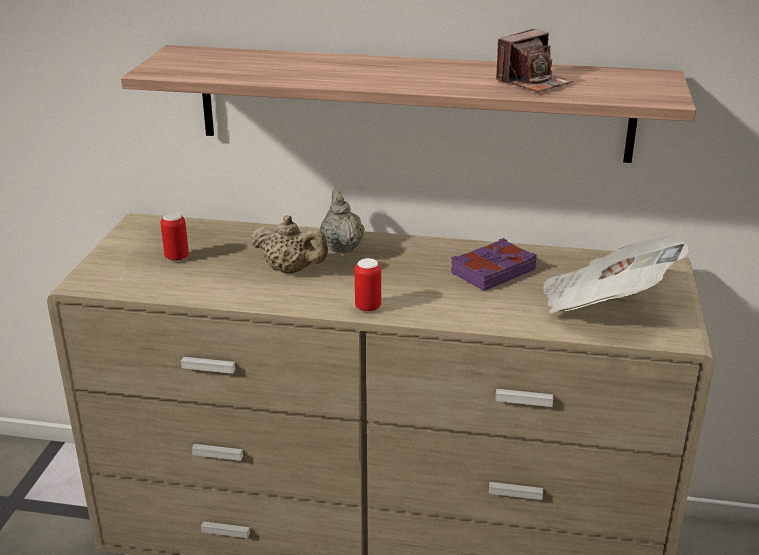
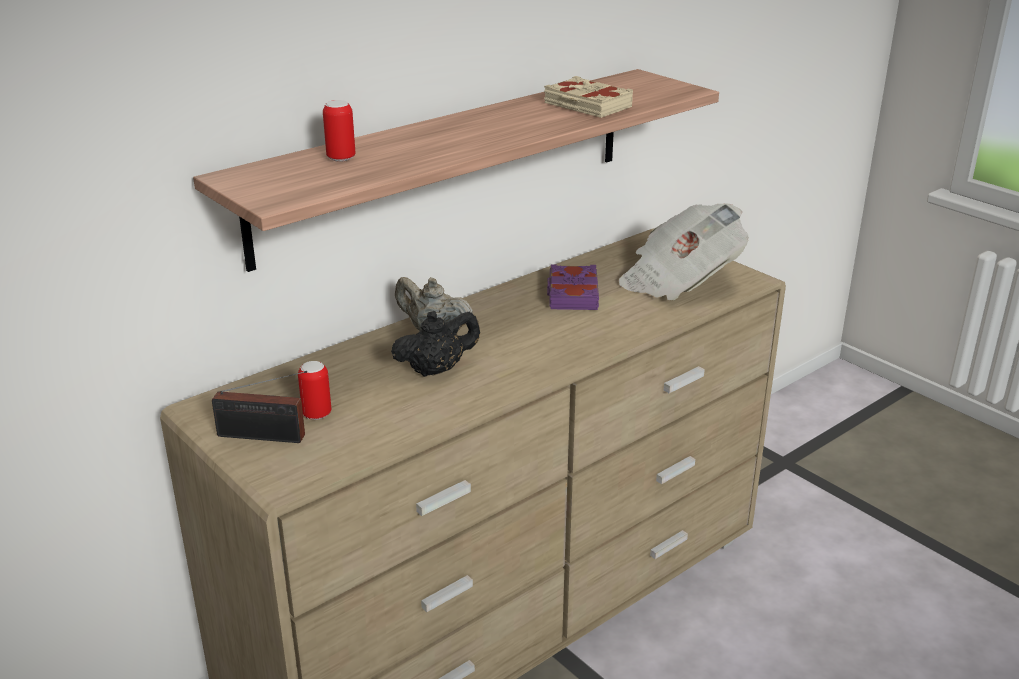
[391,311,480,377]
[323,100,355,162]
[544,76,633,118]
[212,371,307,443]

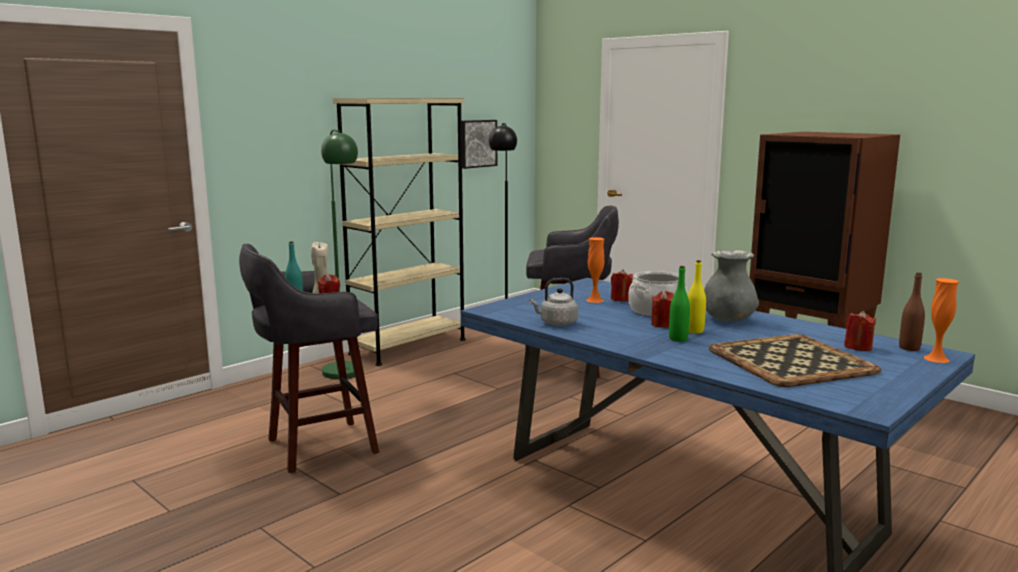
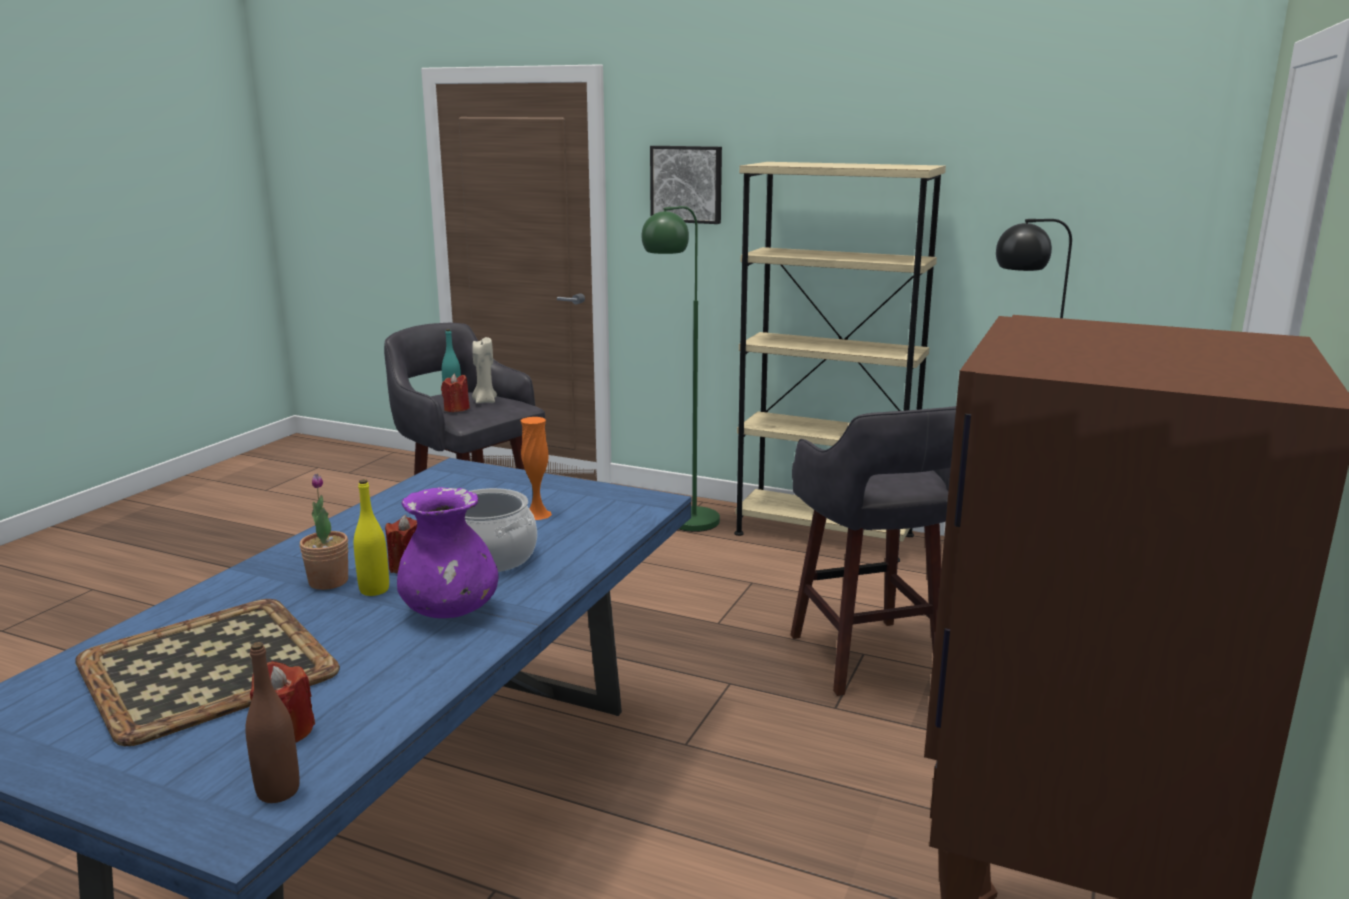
[650,146,722,224]
[530,278,578,326] (first image)
[611,269,633,302] (first image)
[300,474,348,590]
[397,487,499,618]
[924,278,959,363] (first image)

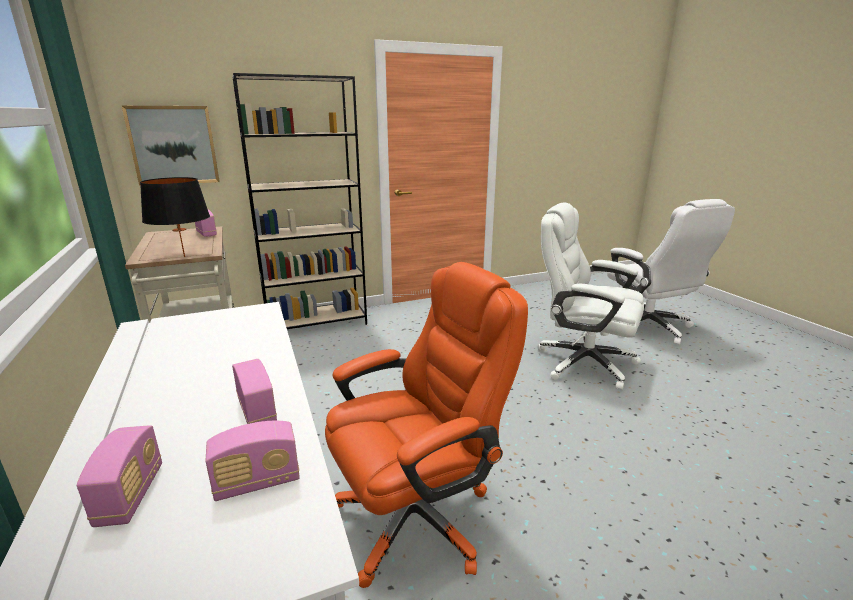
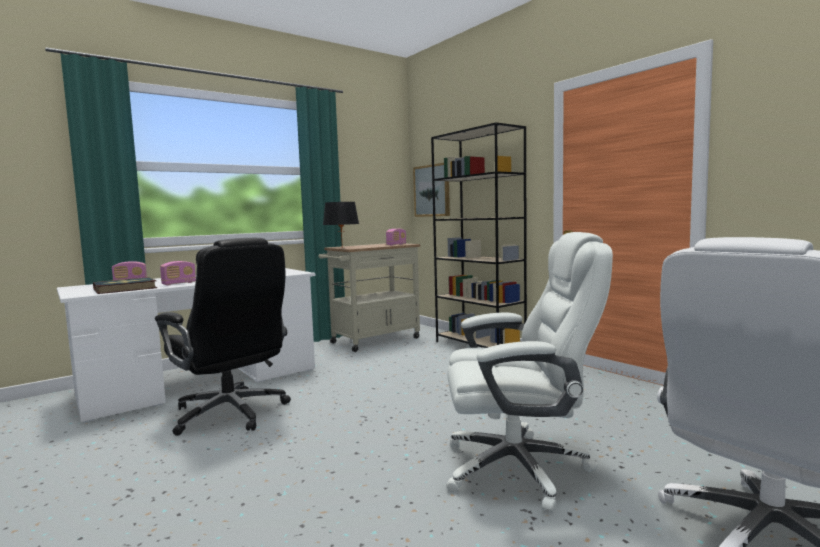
[93,277,157,294]
[155,238,291,436]
[446,232,613,513]

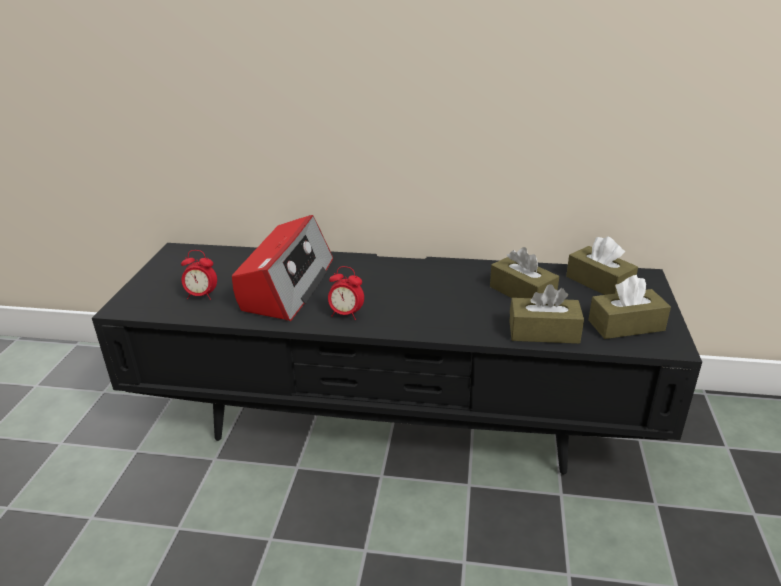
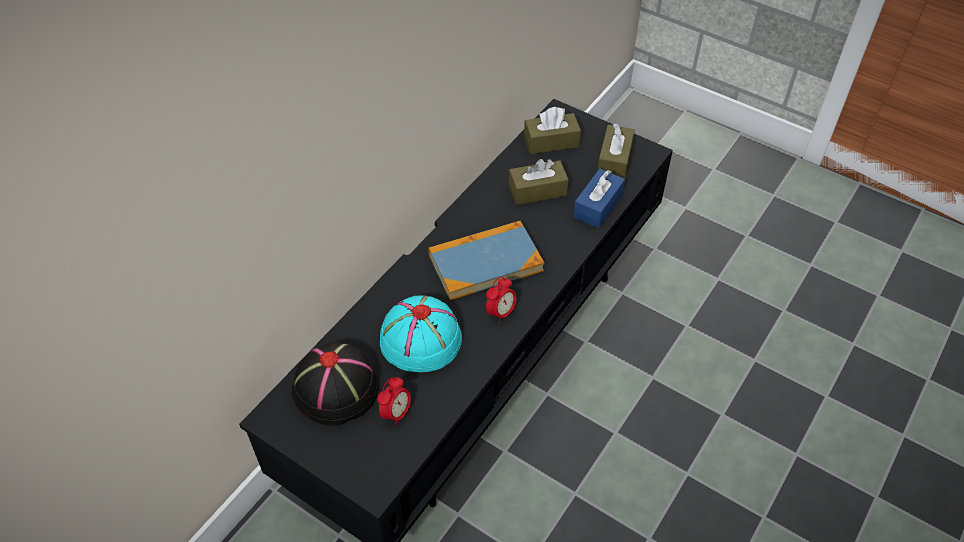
[380,295,462,372]
[573,169,625,228]
[291,342,379,426]
[428,221,544,300]

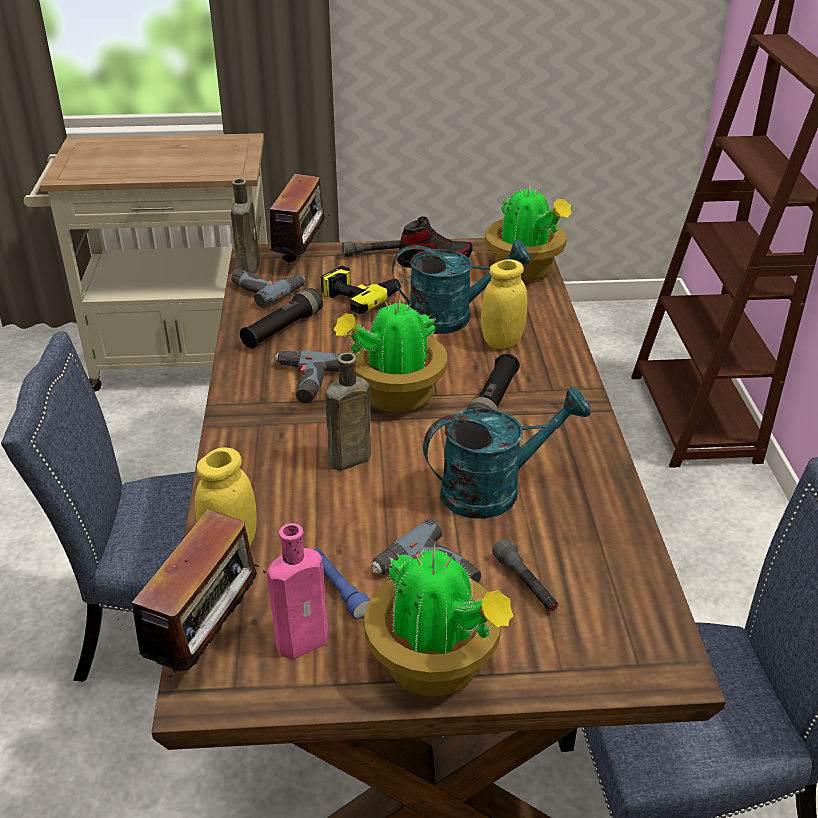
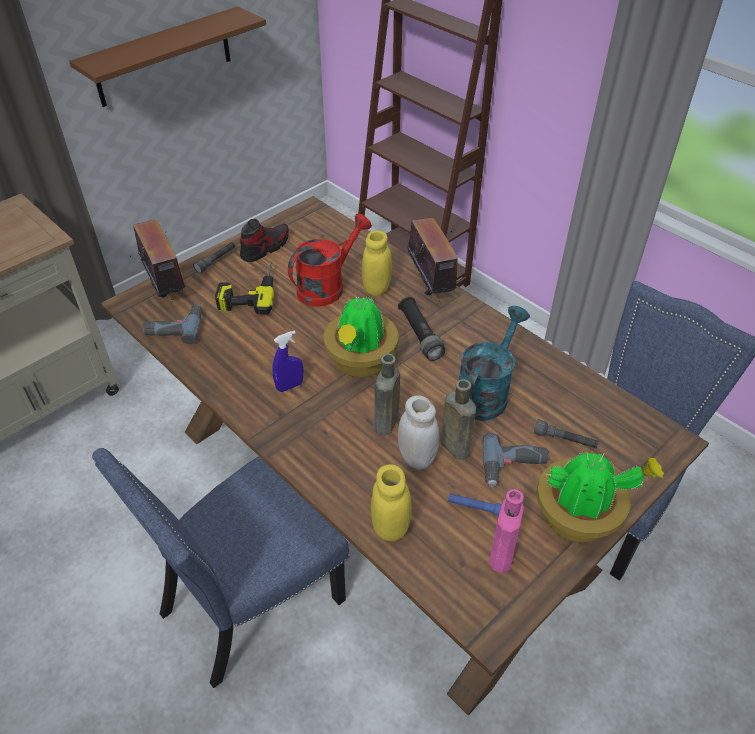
[404,218,458,301]
[441,379,476,460]
[240,288,323,349] (first image)
[272,330,303,392]
[288,214,372,306]
[485,181,572,281] (first image)
[69,6,266,107]
[398,395,440,469]

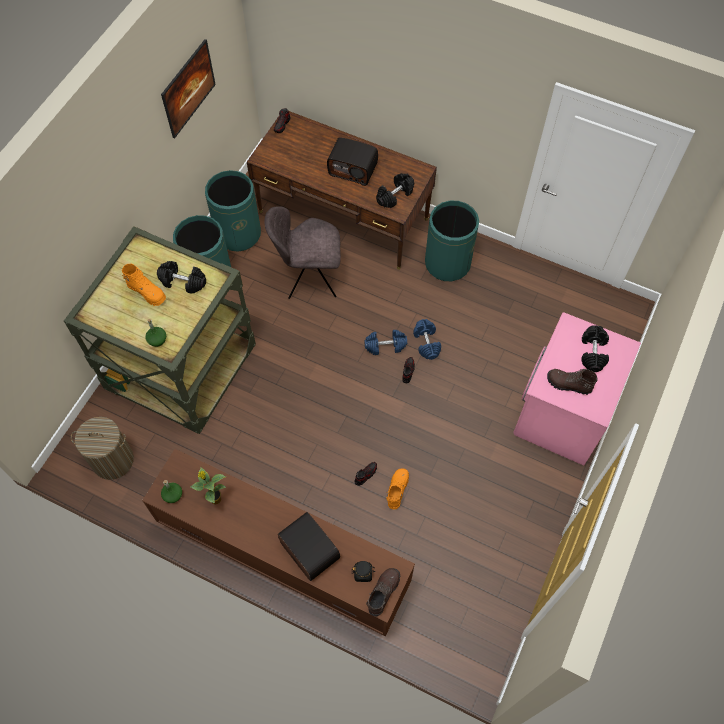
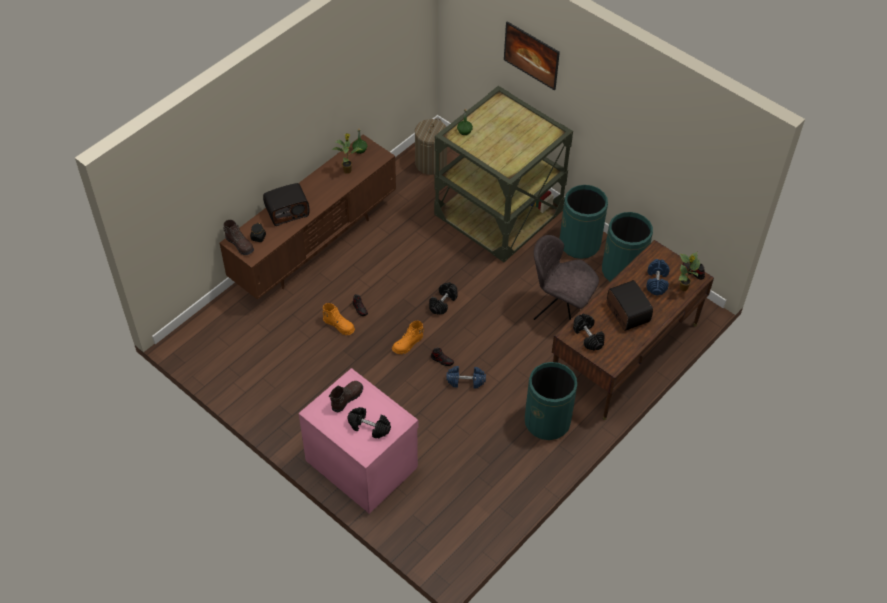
[392,321,424,354]
[429,282,458,315]
[504,21,560,90]
[533,235,599,320]
[607,280,653,331]
[646,259,670,295]
[679,252,700,291]

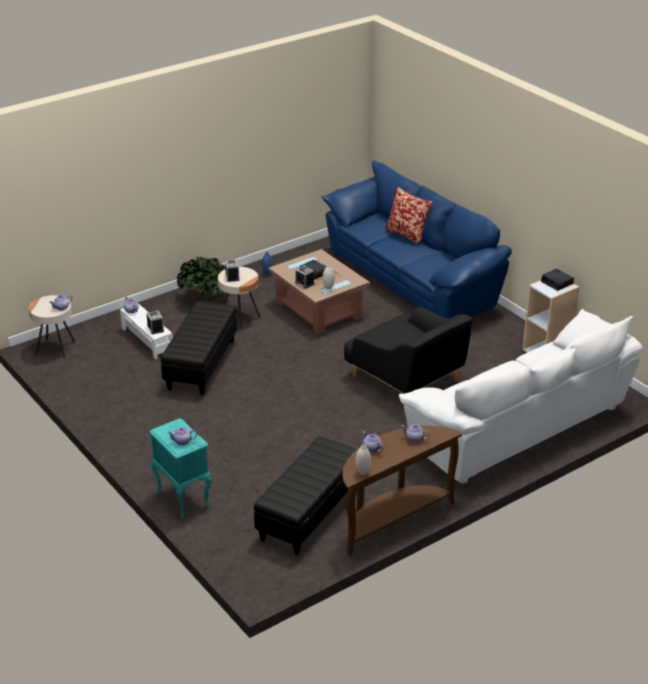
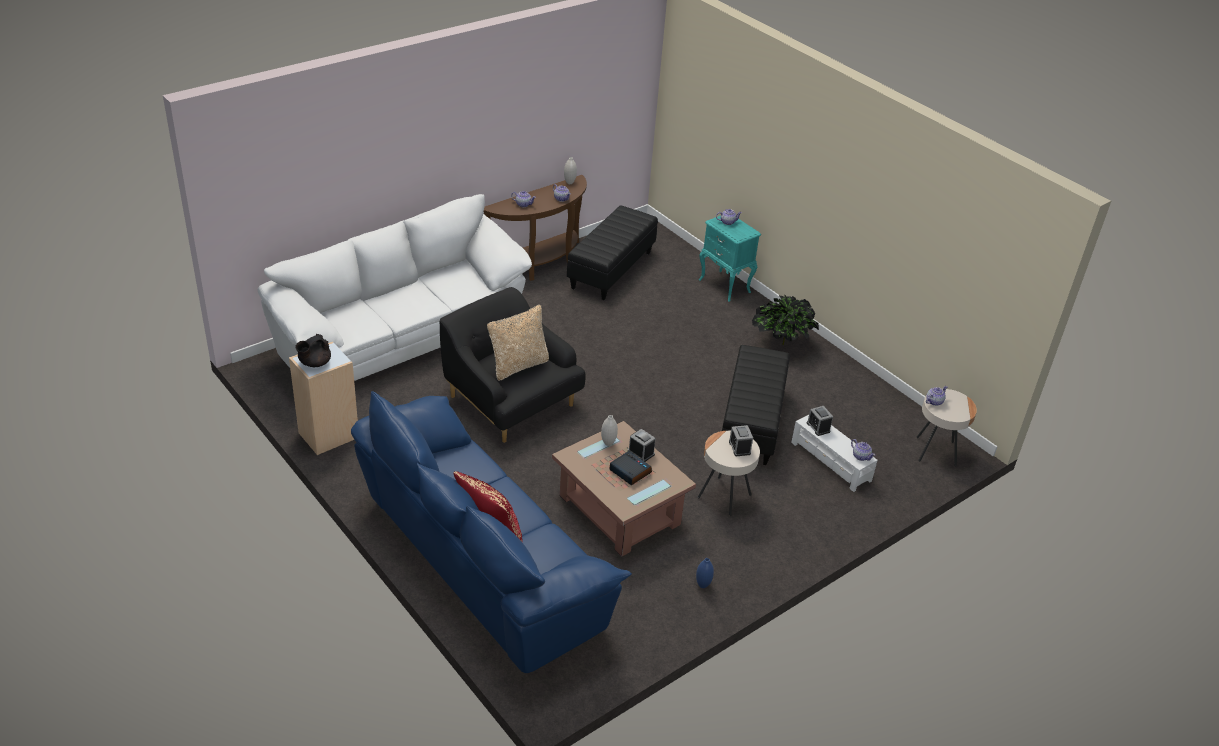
[752,295,819,345]
[295,334,331,367]
[487,304,549,380]

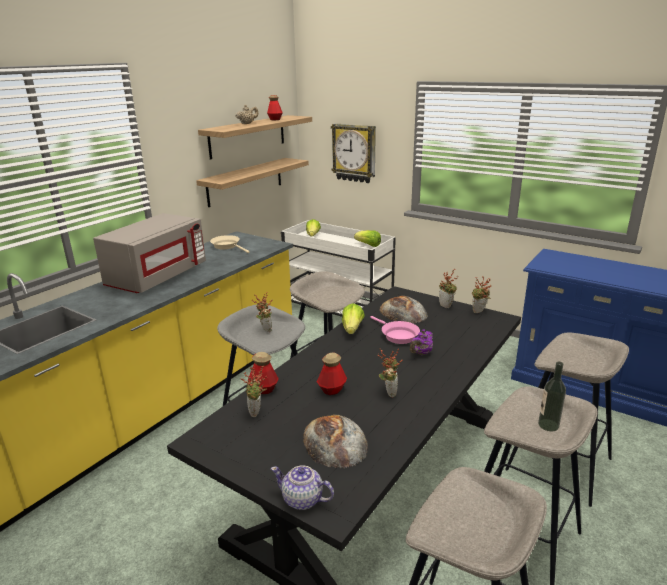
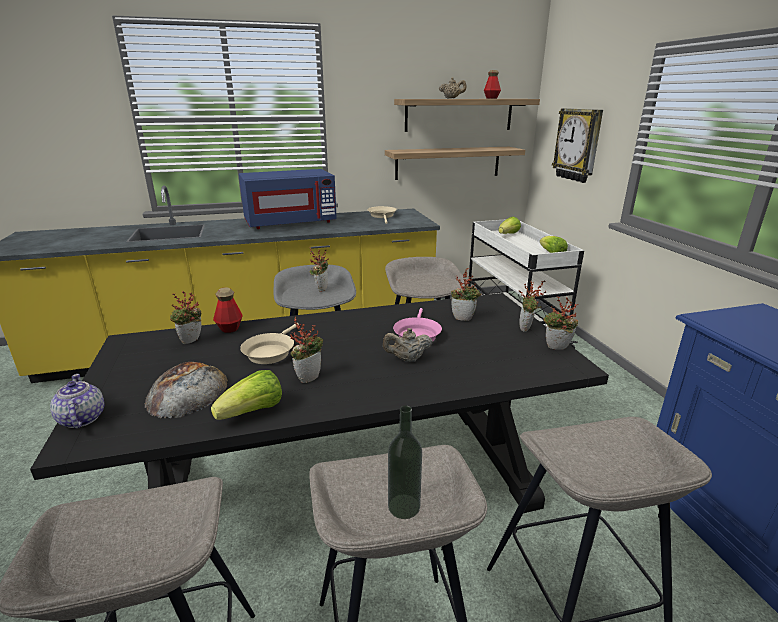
[239,169,337,229]
[240,323,299,364]
[211,370,282,420]
[451,268,481,321]
[383,328,433,362]

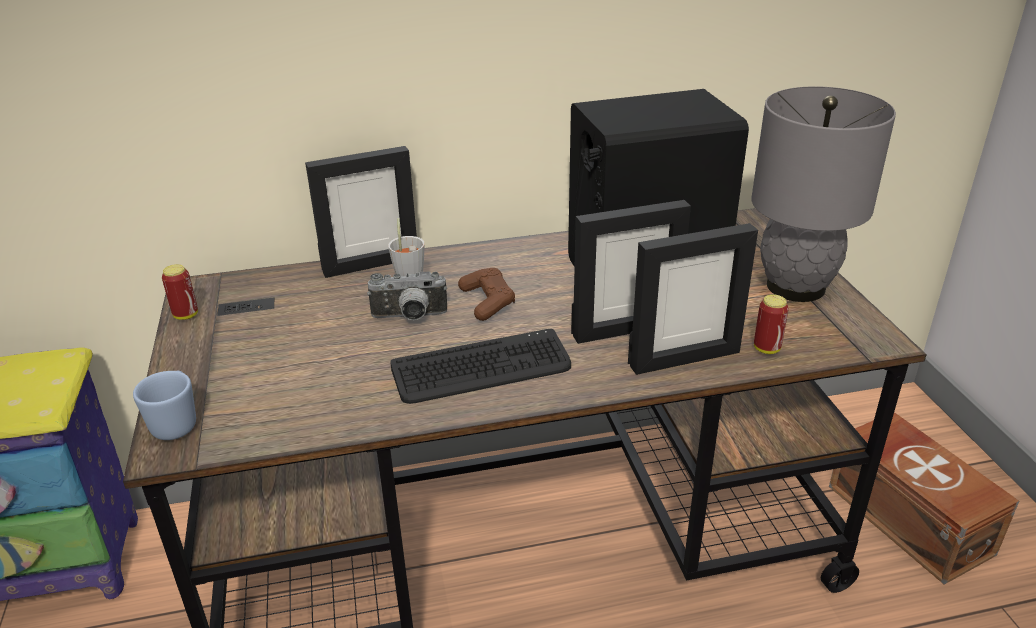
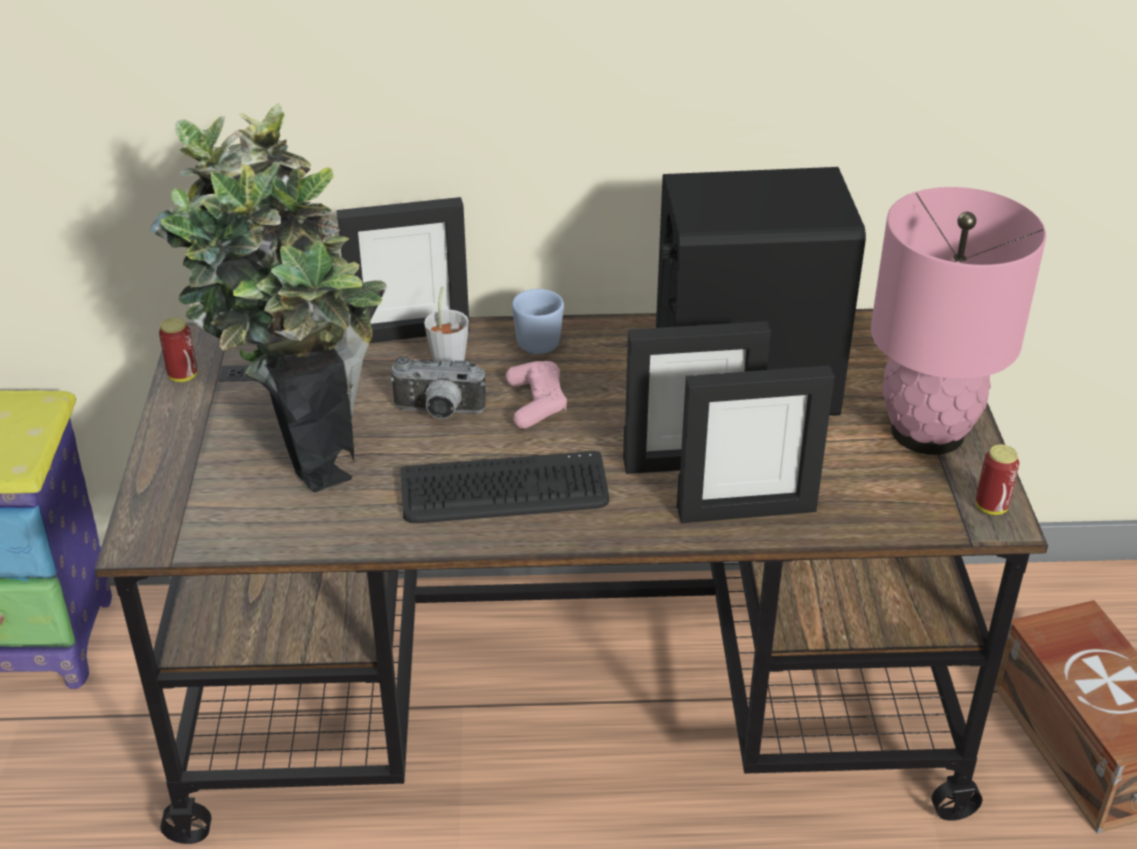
[512,289,564,354]
[506,361,567,429]
[871,187,1046,455]
[976,444,1019,515]
[150,103,387,492]

